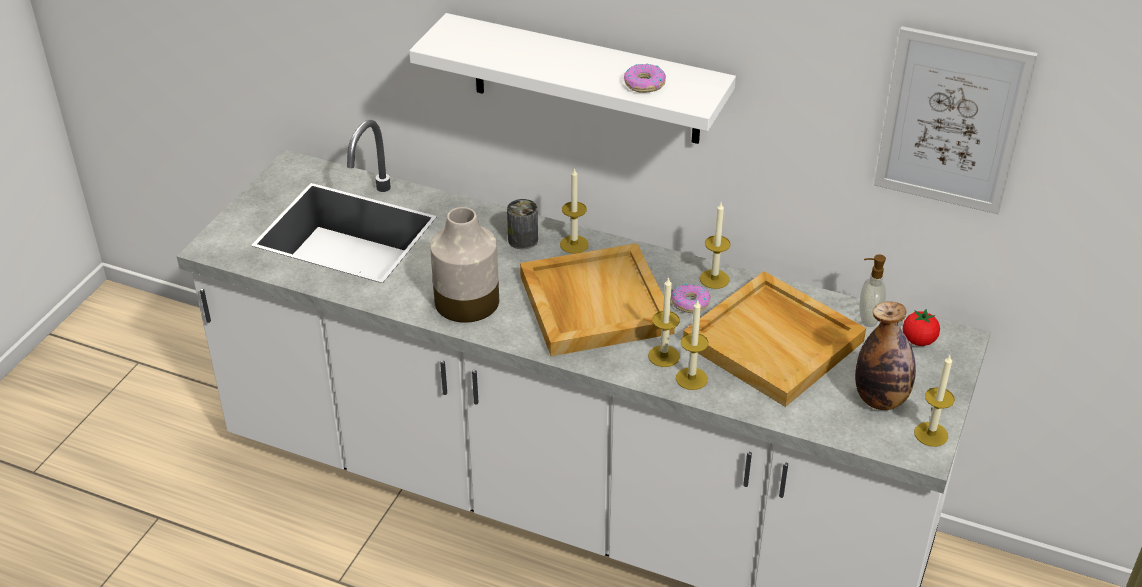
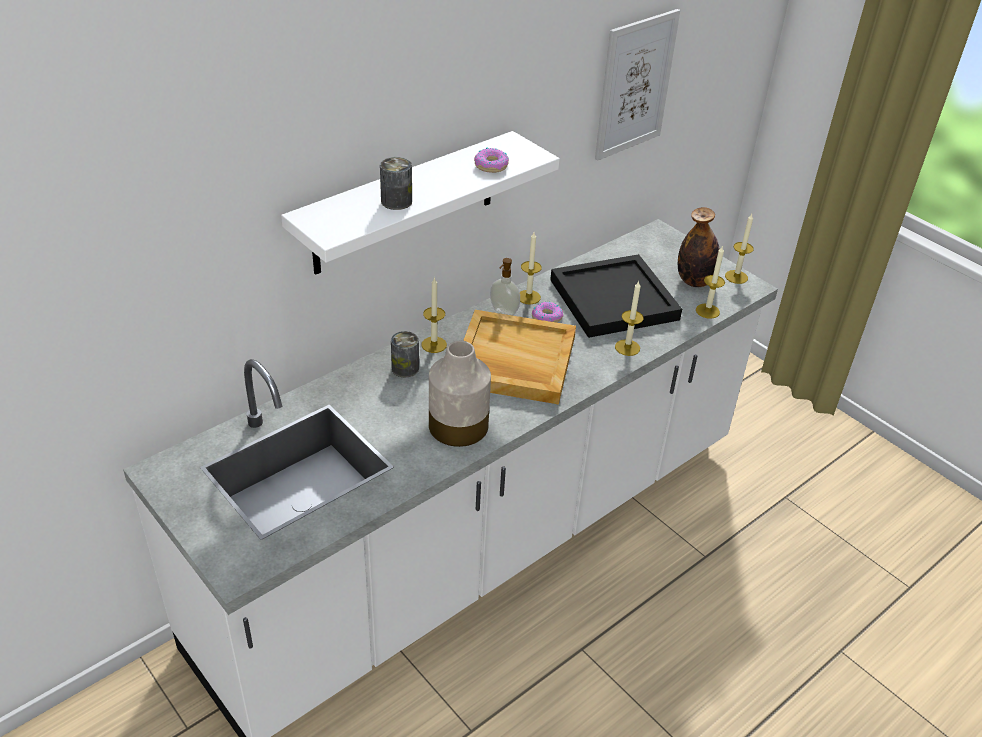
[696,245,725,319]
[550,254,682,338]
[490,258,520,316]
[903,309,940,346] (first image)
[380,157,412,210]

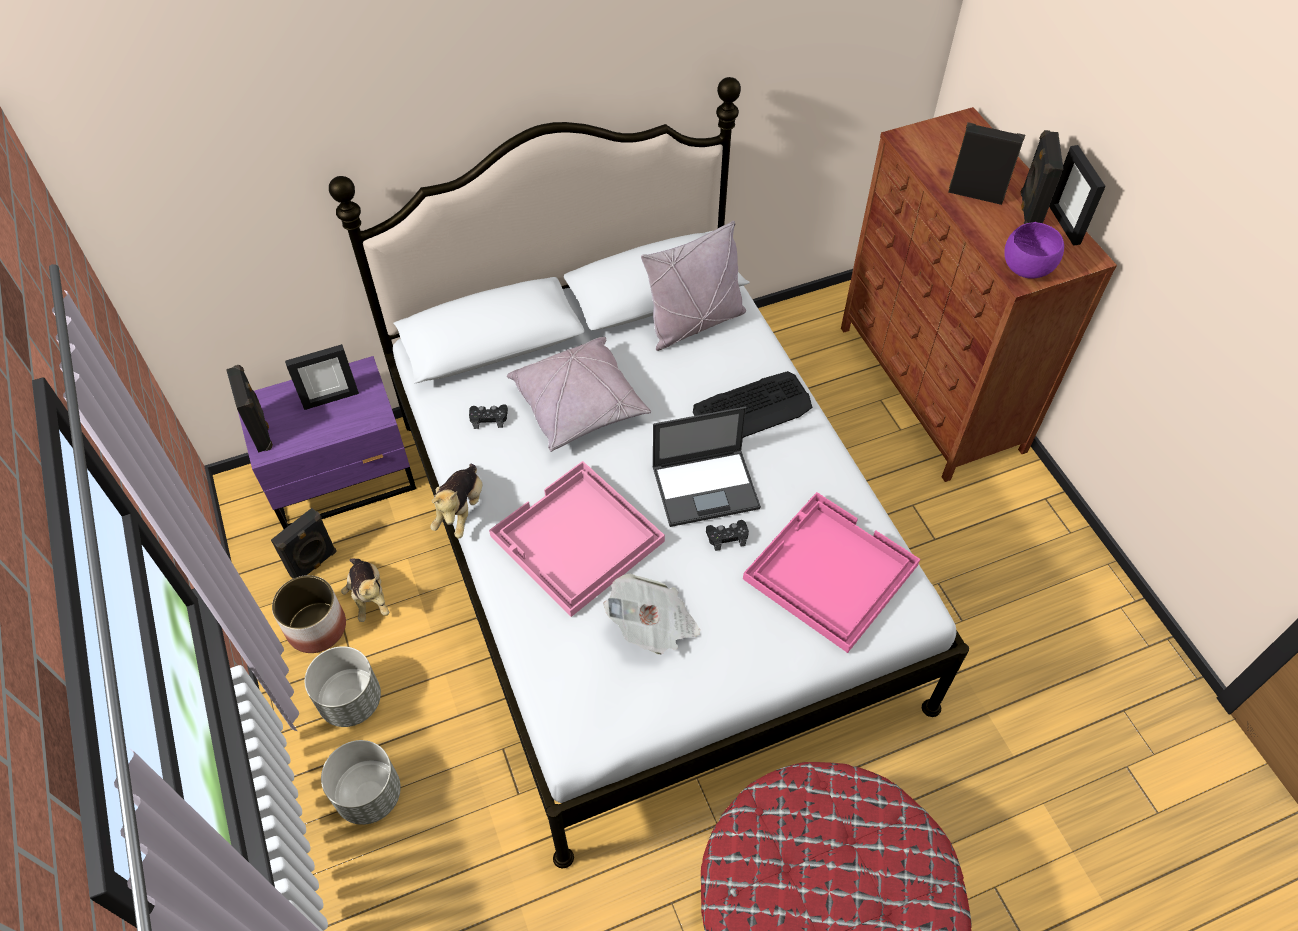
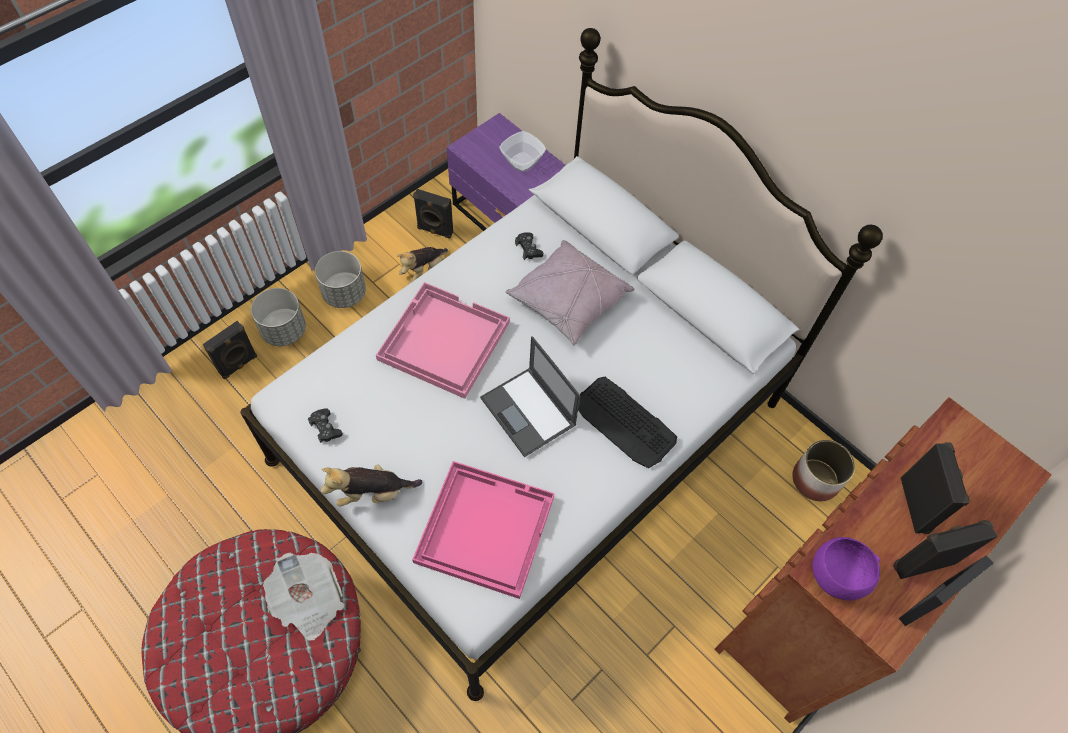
[202,321,257,379]
[793,440,855,501]
[499,131,546,172]
[321,464,423,506]
[263,552,344,641]
[641,221,746,351] (first image)
[308,408,343,443]

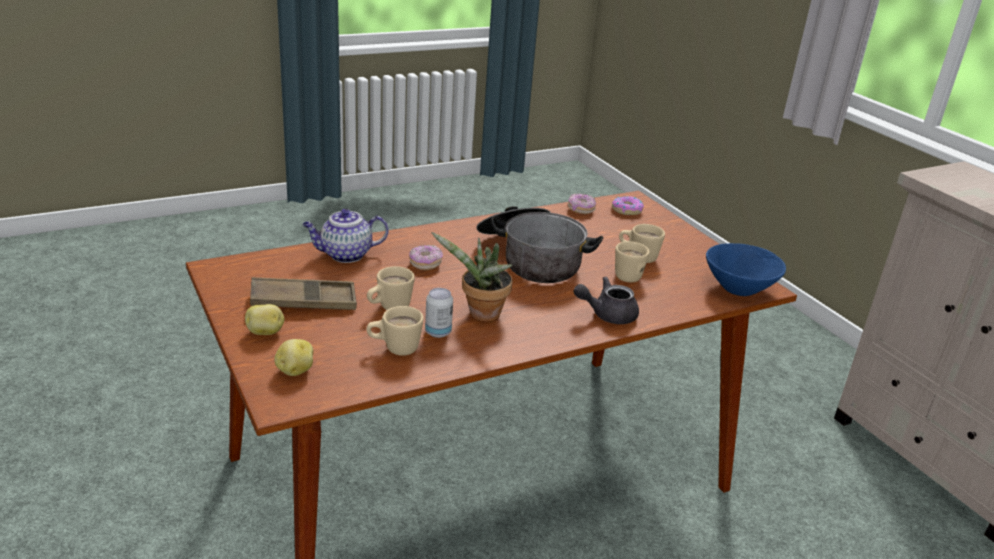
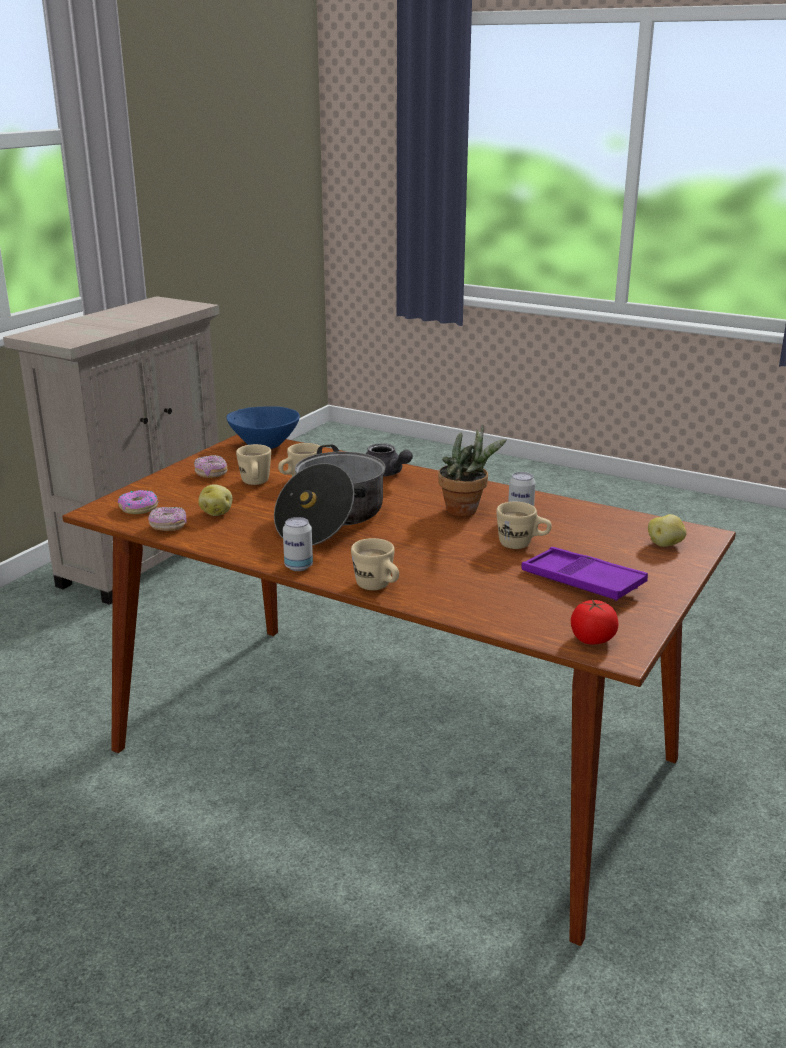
[198,484,233,516]
[521,547,648,601]
[302,209,389,263] (first image)
[351,538,399,590]
[194,455,228,478]
[283,517,313,571]
[571,599,618,644]

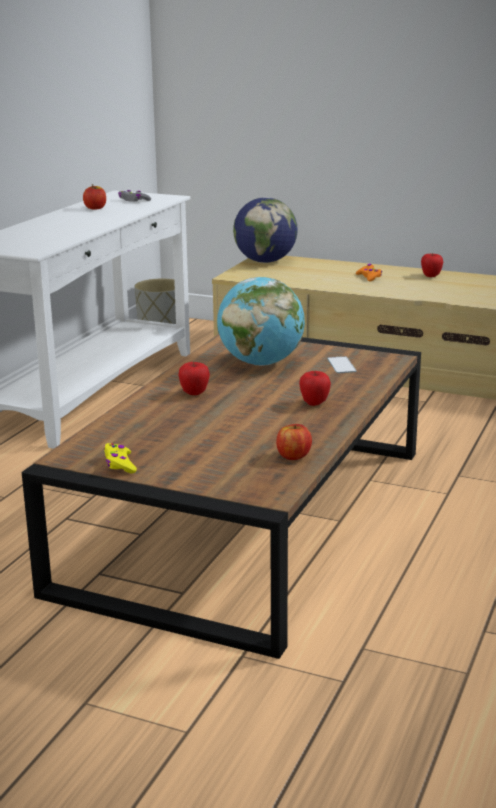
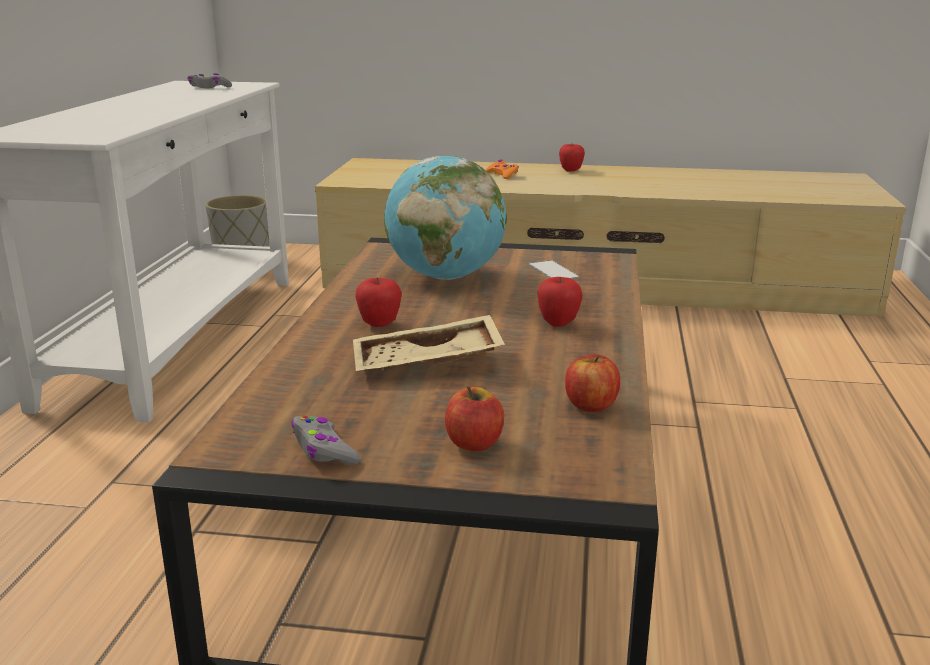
[445,386,504,451]
[291,416,361,465]
[233,197,298,263] (first image)
[353,315,505,371]

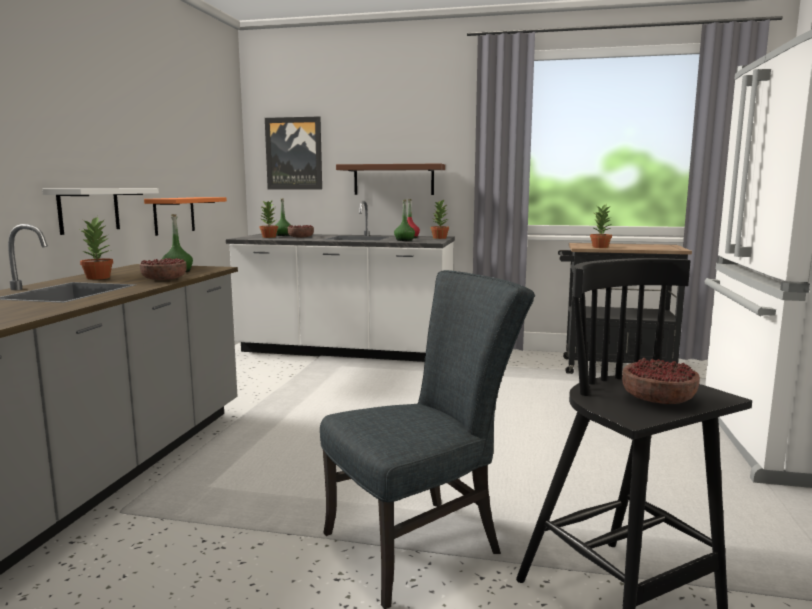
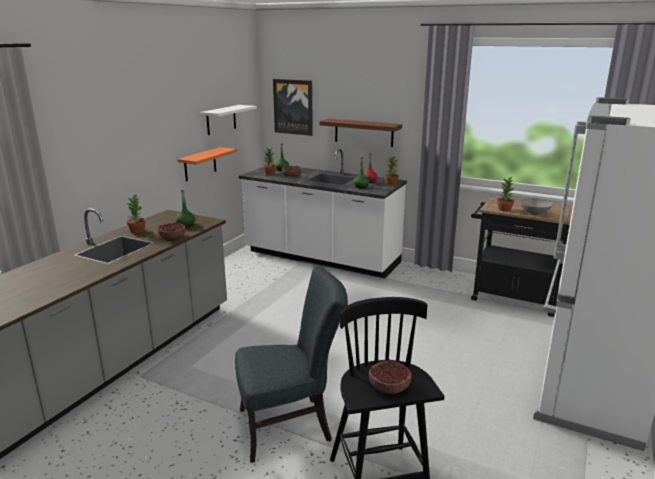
[200,105,257,135]
[520,198,553,215]

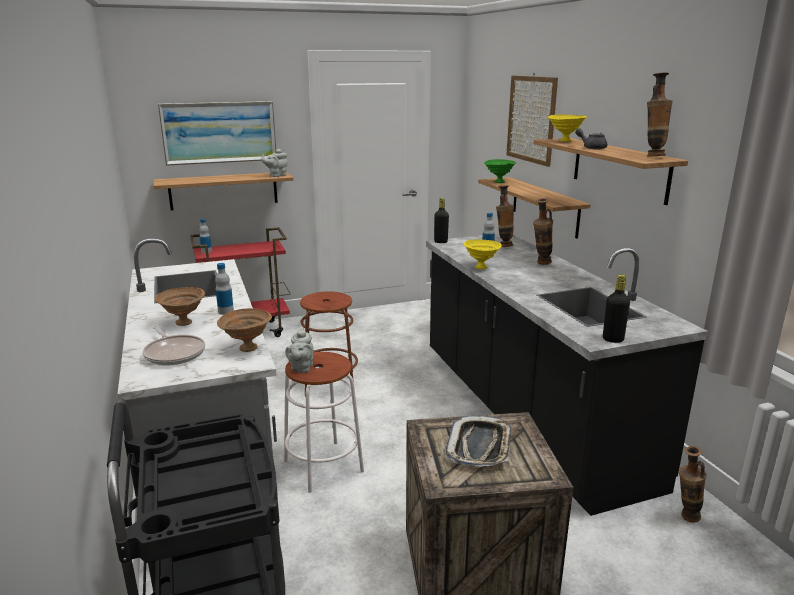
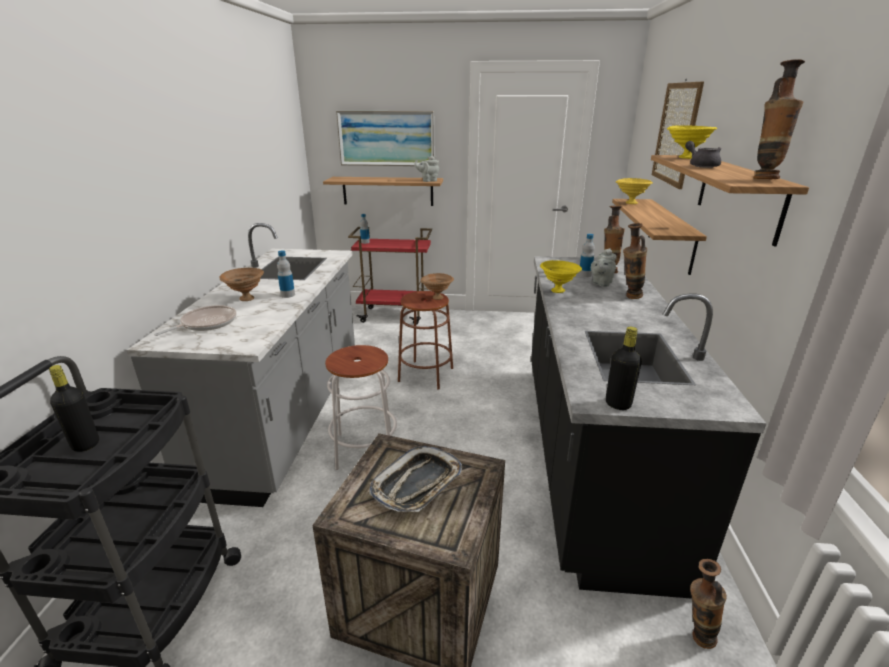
[154,305,237,336]
[420,273,454,300]
[591,248,617,287]
[49,365,99,452]
[616,178,653,204]

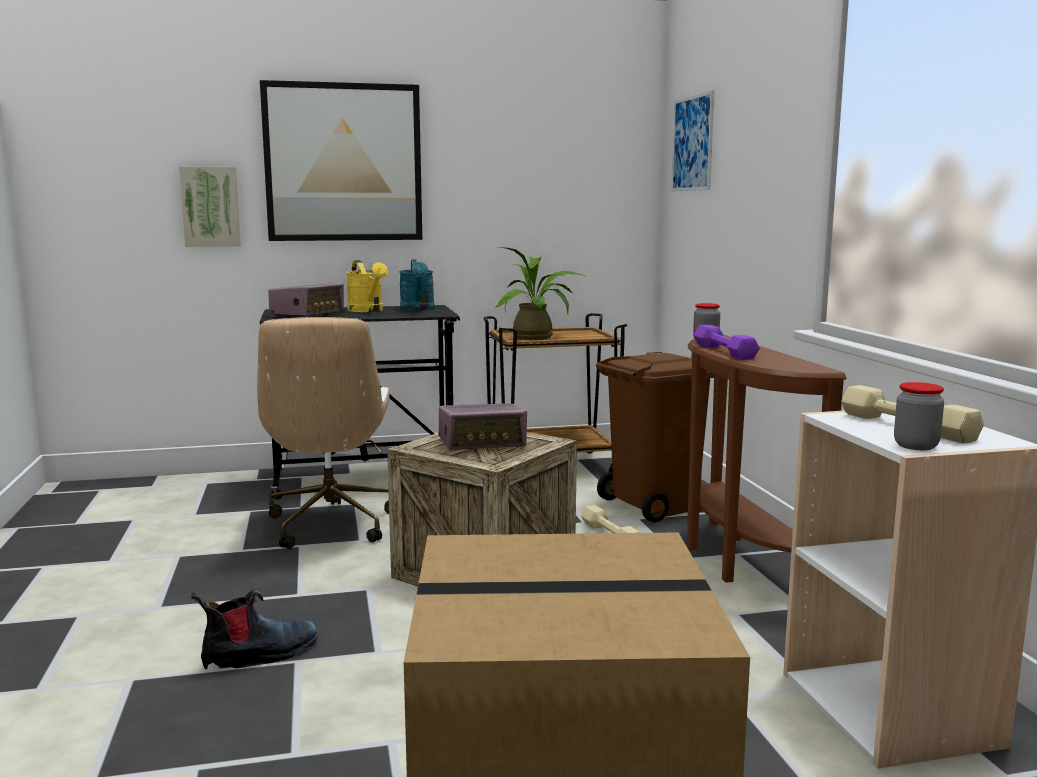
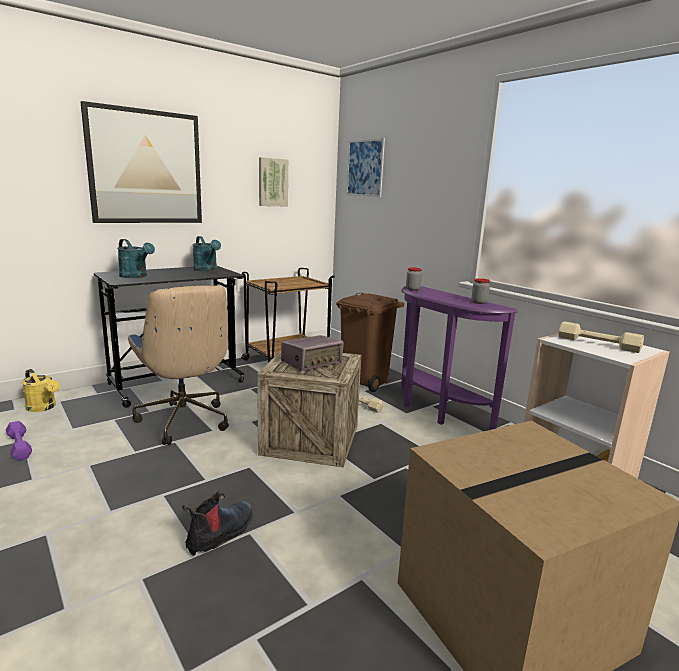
[259,157,288,206]
[128,286,229,445]
[117,239,155,278]
[22,369,60,412]
[496,247,585,340] (first image)
[401,286,518,430]
[6,421,32,461]
[472,278,490,304]

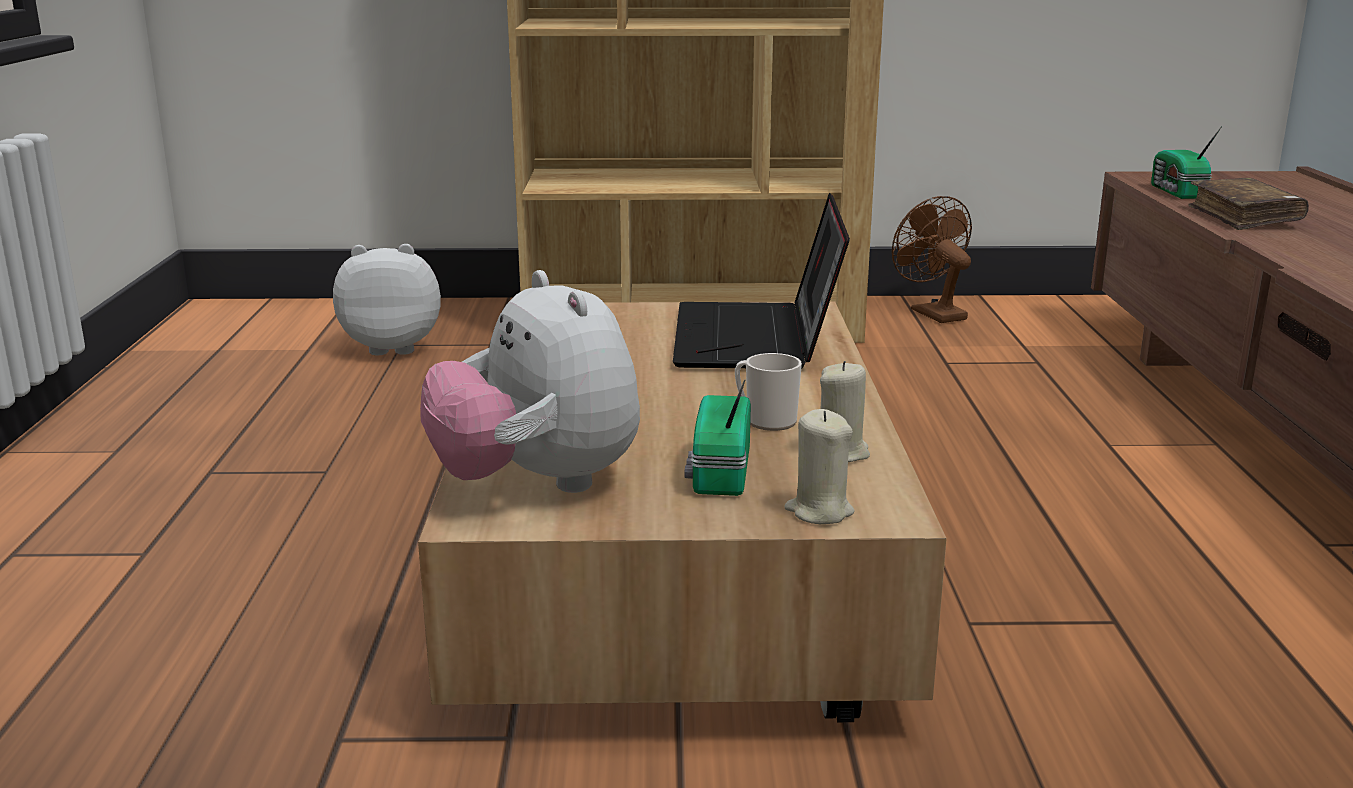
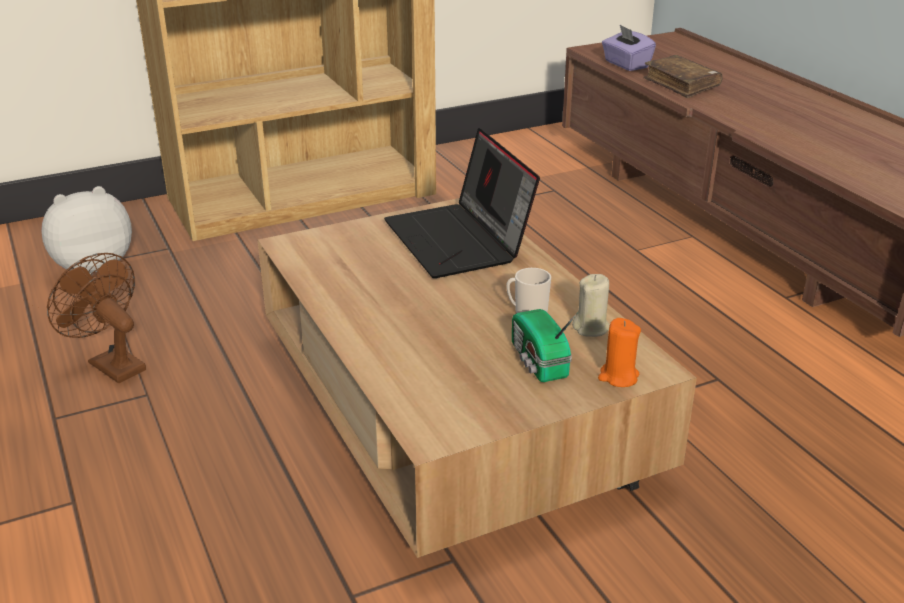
[420,270,640,493] (first image)
[598,318,641,387]
[47,253,146,383]
[602,25,656,71]

